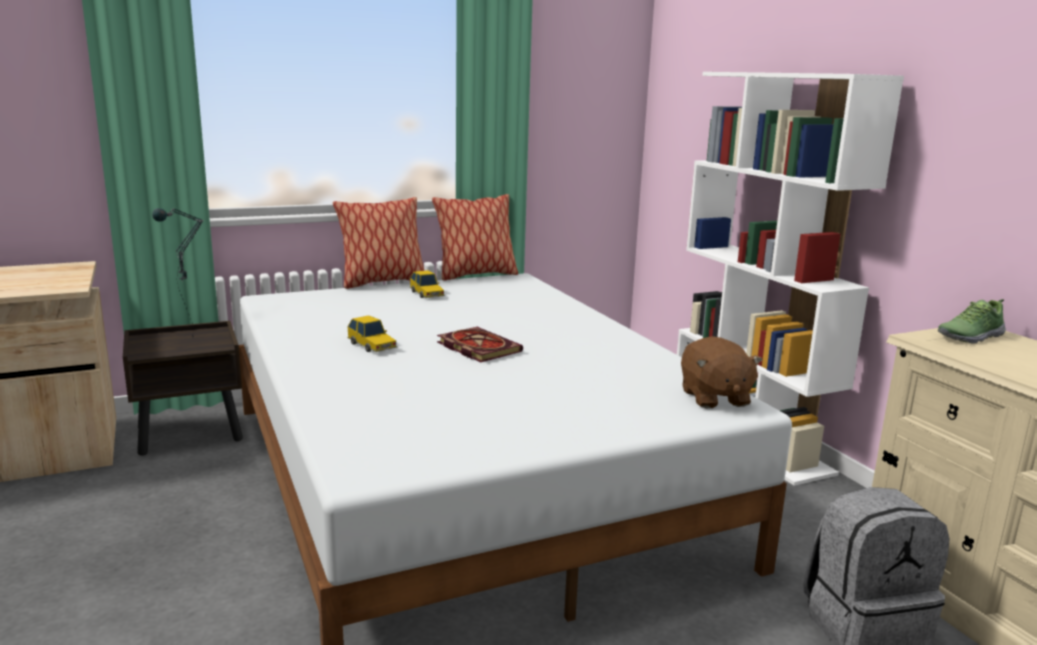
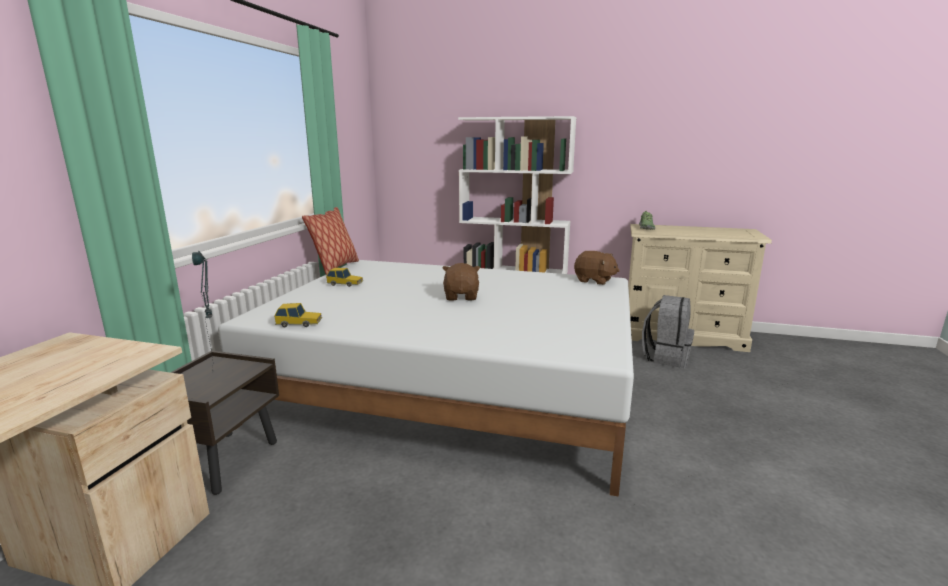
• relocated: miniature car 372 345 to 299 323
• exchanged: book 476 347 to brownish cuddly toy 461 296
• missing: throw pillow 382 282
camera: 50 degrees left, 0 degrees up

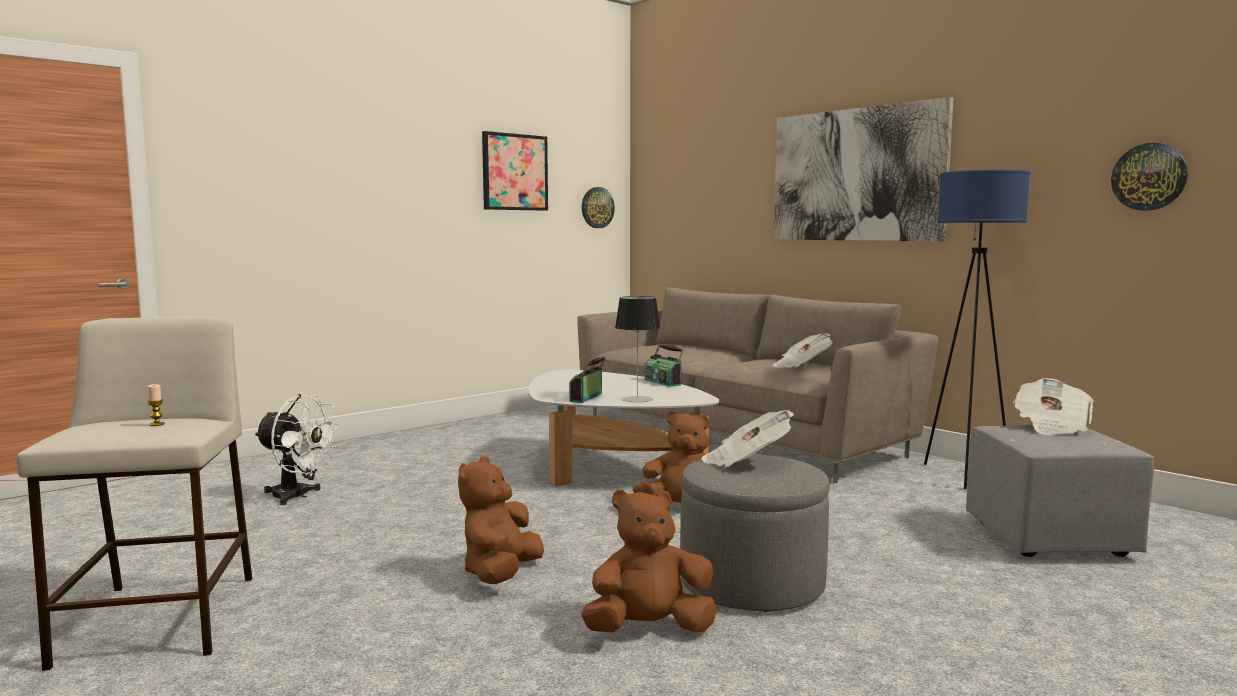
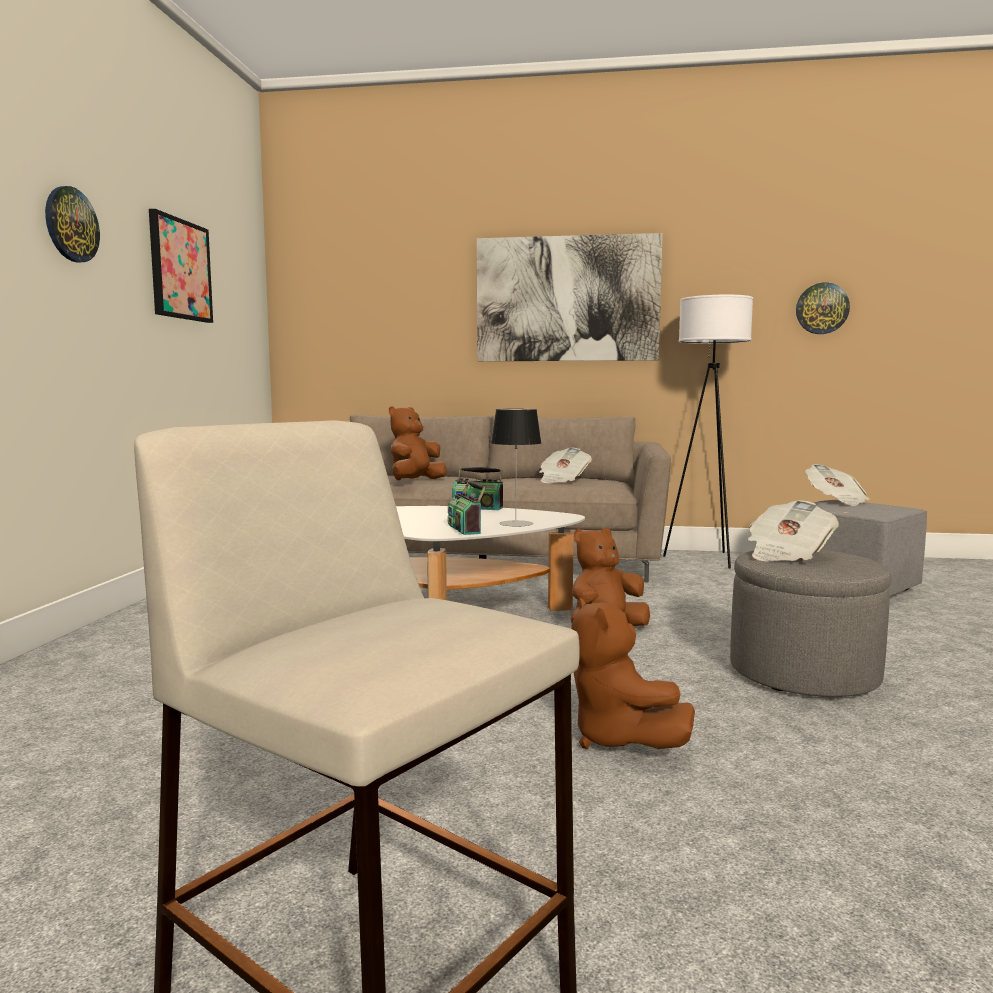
• relocated: wall clock 597 207 to 71 224
• relocated: brownish cuddly toy 649 629 to 415 481
• colour: blue-coloured standing lamp 965 475 to white standing lamp 705 559
• missing: wax light 157 424
• missing: white electric fan 297 496
camera: 40 degrees left, 0 degrees up

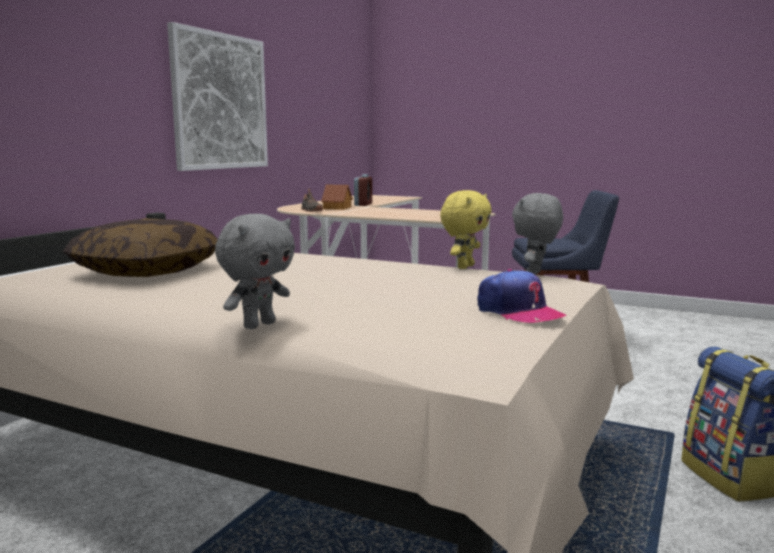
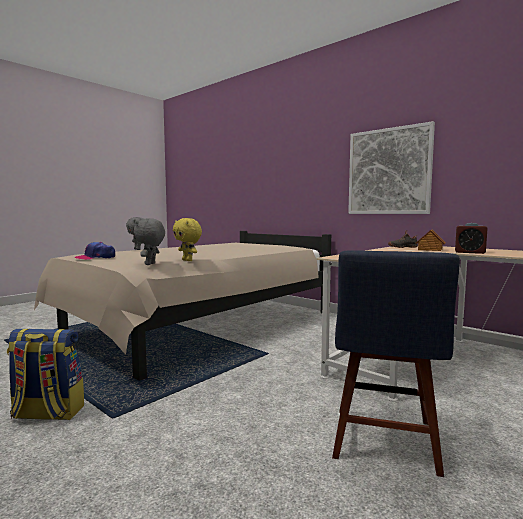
• spun: greyish cuddly toy 535 274 = 150 264 120 degrees counterclockwise
• missing: throw pillow 147 271
camera: 105 degrees right, 5 degrees down

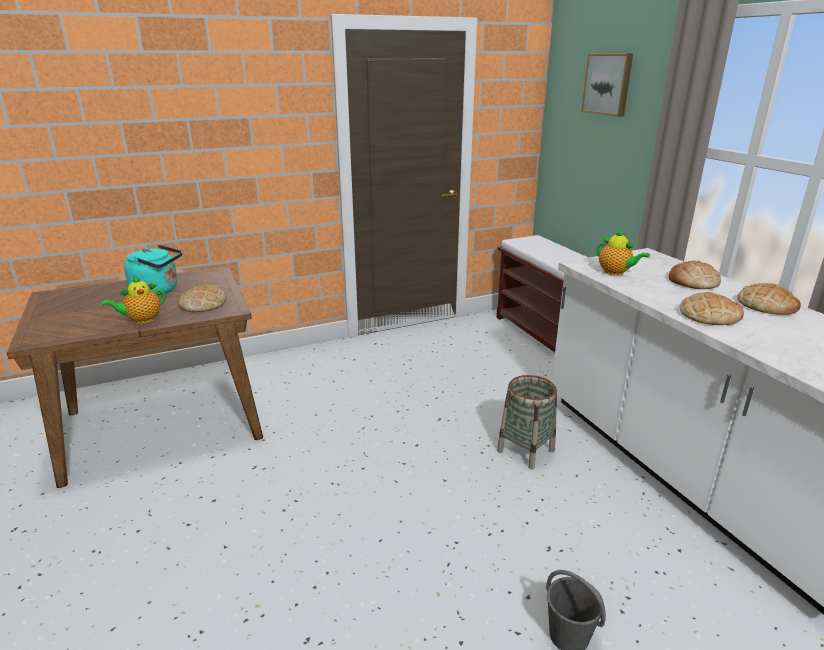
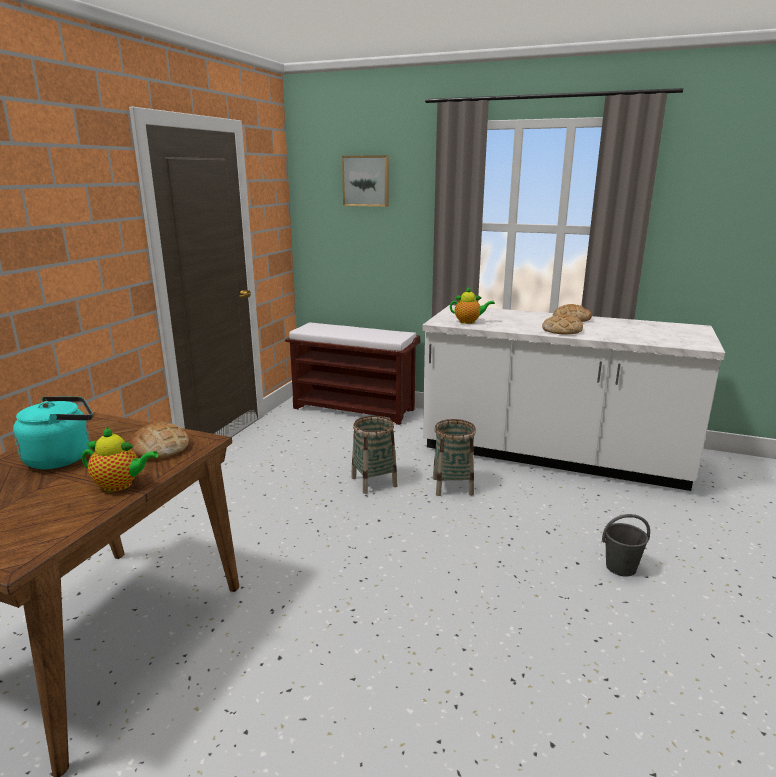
• spun: teapot 141 320 = 120 485 90 degrees counterclockwise
• appeared: household basket 374 482
• missing: bread 692 281
camera: 45 degrees left, 5 degrees down

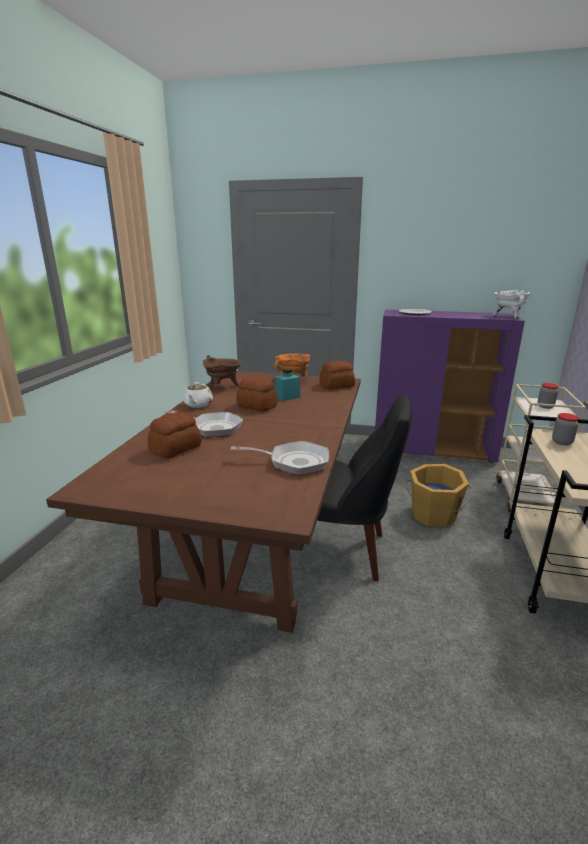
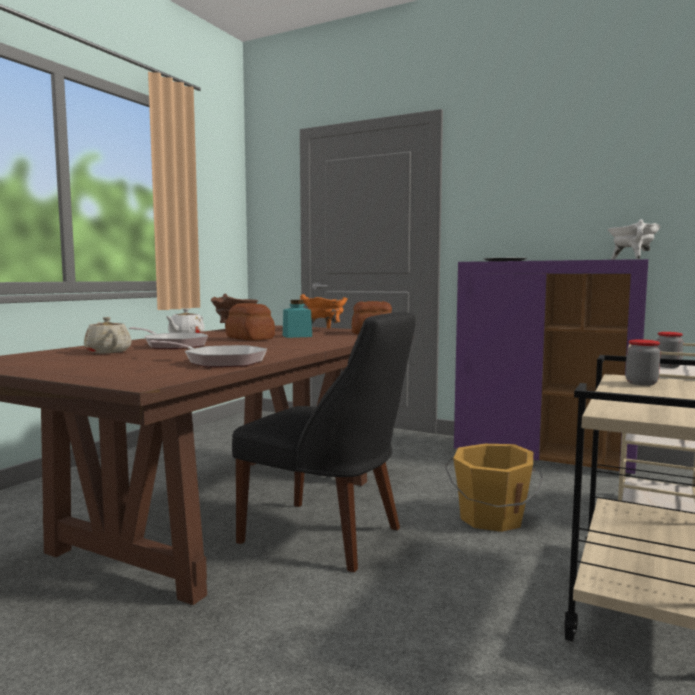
• exchanged: bread 176 449 to sand-coloured teapot 108 351
camera: 15 degrees right, 15 degrees down

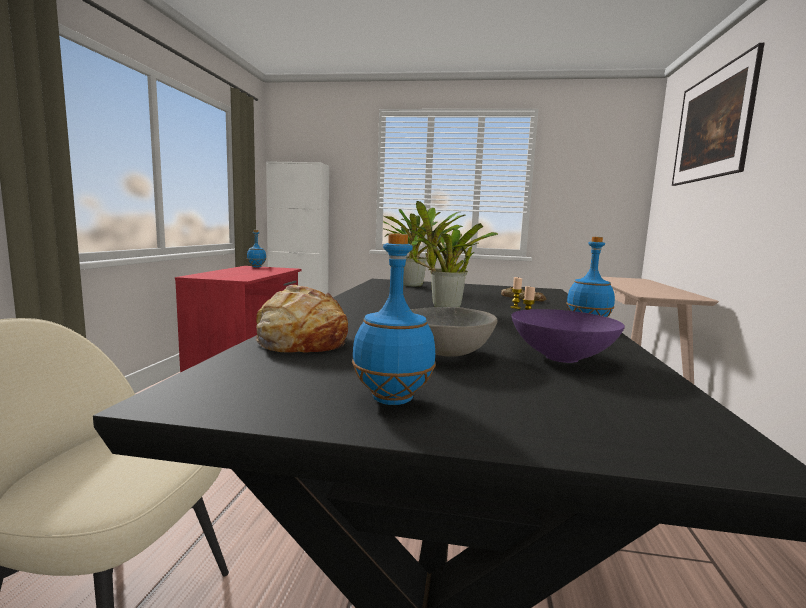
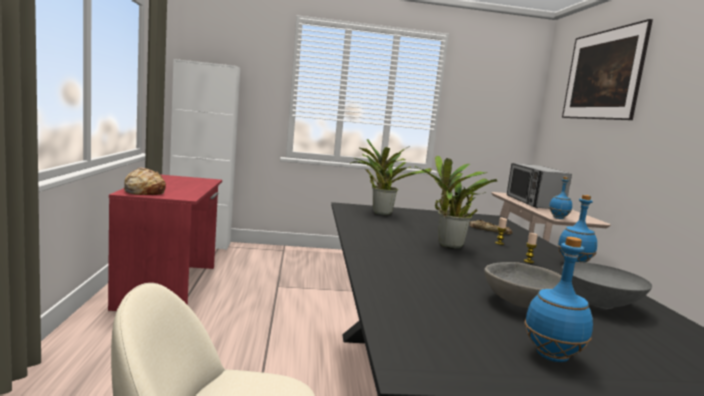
• relocated: bread 301 341 to 144 191
• appeared: microwave 533 203
• relocated: blue-coloured beverage bottle 256 267 to 558 218
• colour: purple-coloured deep dish 560 357 to greyish deep dish 598 303
camera: 15 degrees left, 0 degrees up

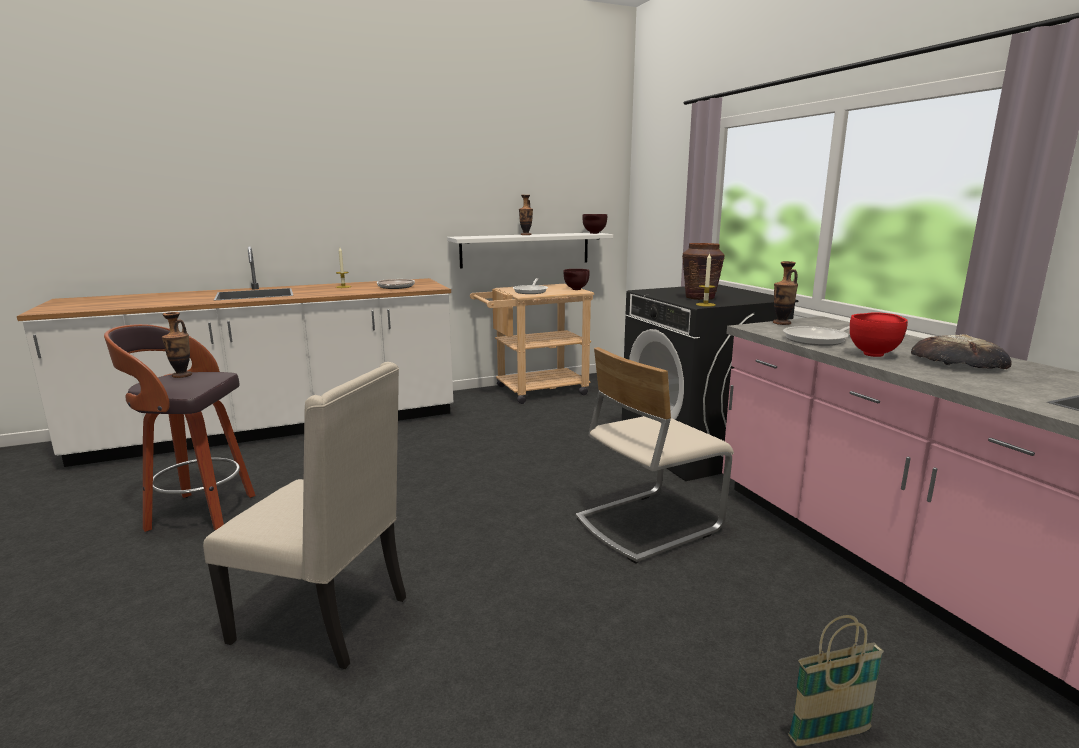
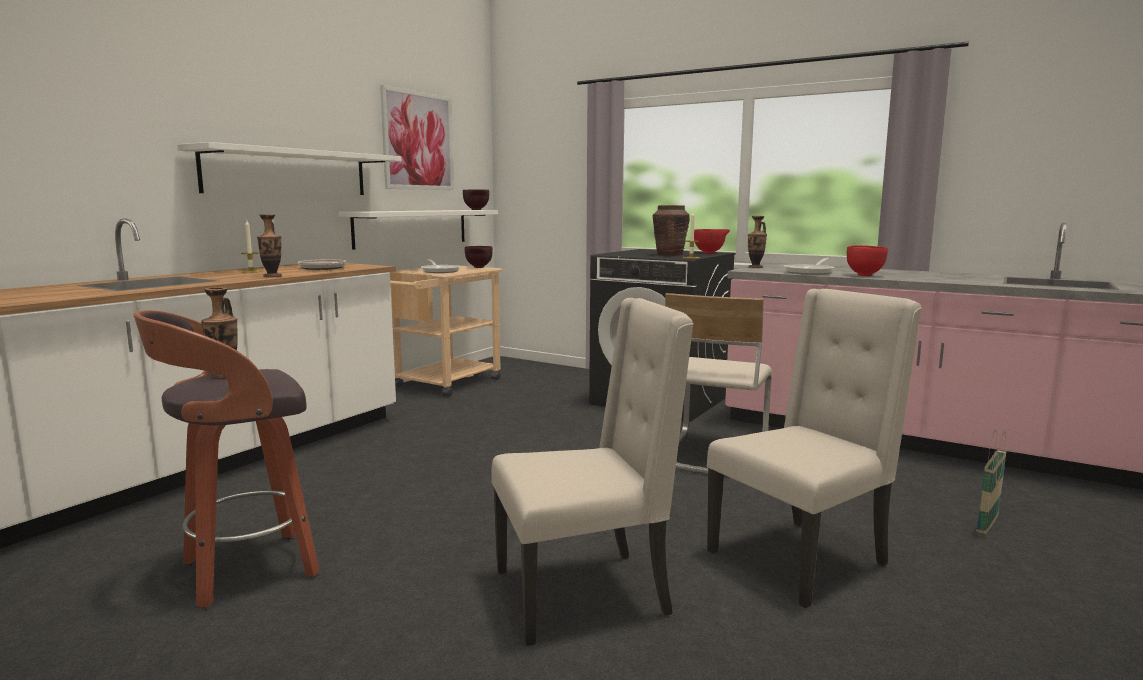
• appeared: white bracket shelf 288 173
• relocated: flower vase 526 235 to 272 276
• appeared: wall picture 418 141
• appeared: red-coloured deep dish 710 253
• appeared: sand-coloured chair 800 558
• missing: bread 958 362
camera: 35 degrees left, 5 degrees down

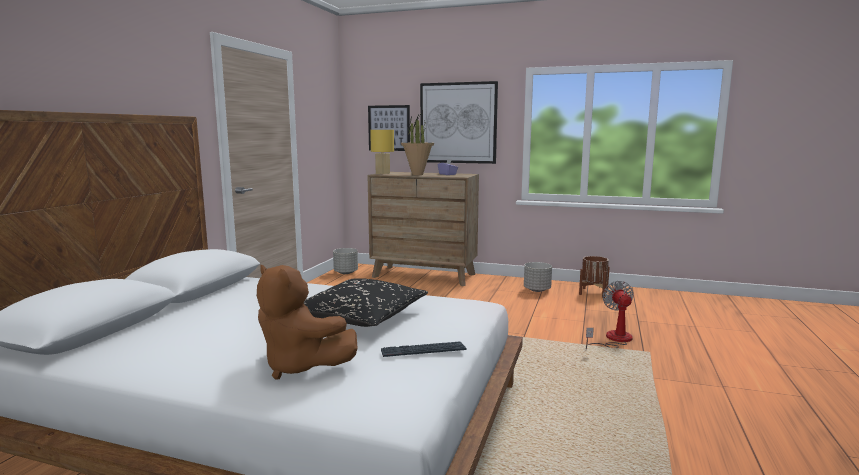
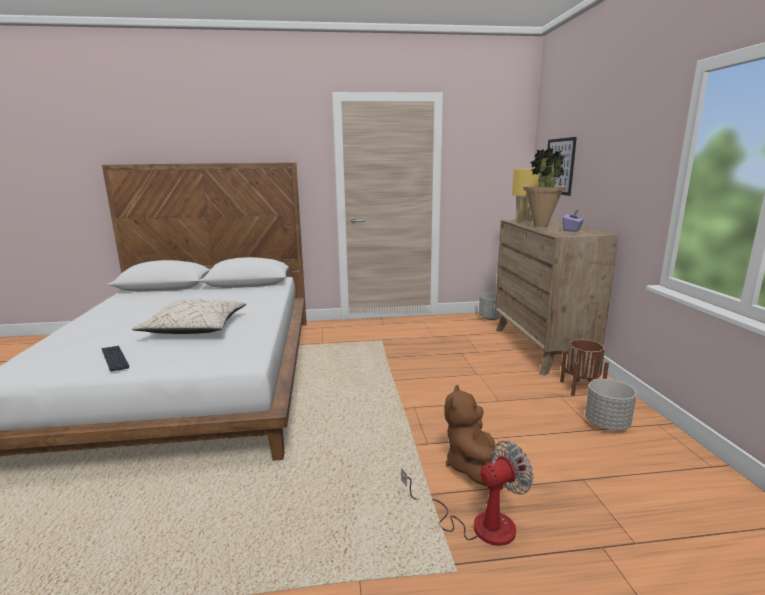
• colour: blackish throw pillow 361 317 to sand-coloured throw pillow 195 329
• relocated: brownish cuddly toy 300 366 to 472 467
• relocated: brownish flower pot 593 293 to 581 387
• missing: wall picture 458 123
camera: 65 degrees right, 5 degrees up

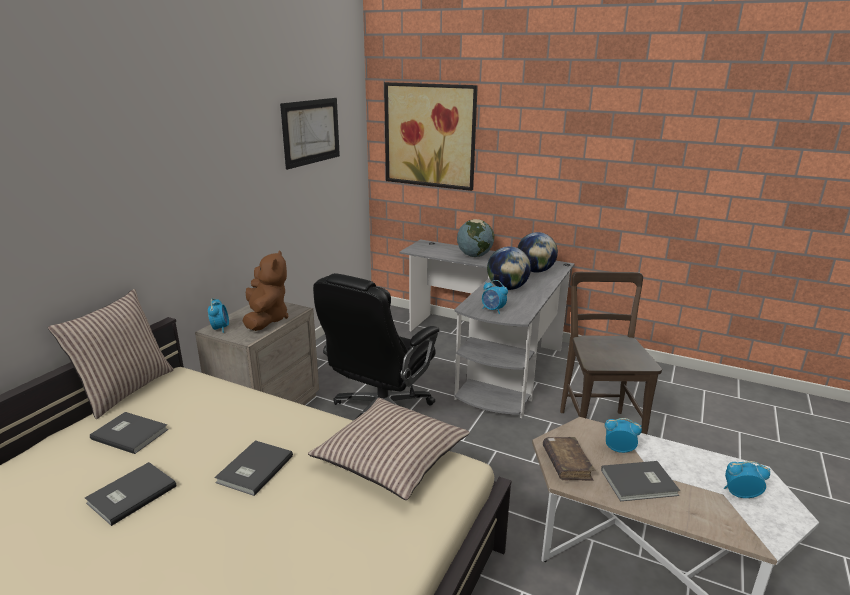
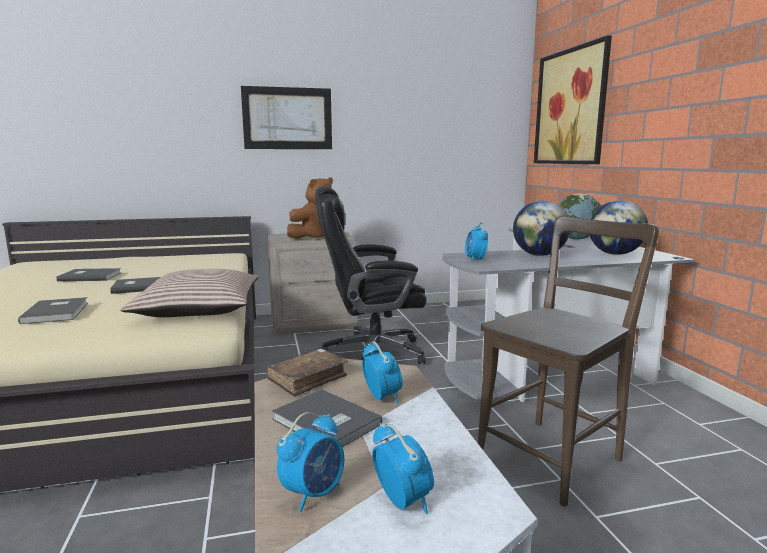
• relocated: greyish book 130 433 to 58 312
• relocated: wall picture 311 132 to 287 118
• relocated: alarm clock 220 328 to 313 493
• missing: throw pillow 125 389
camera: 50 degrees right, 10 degrees down

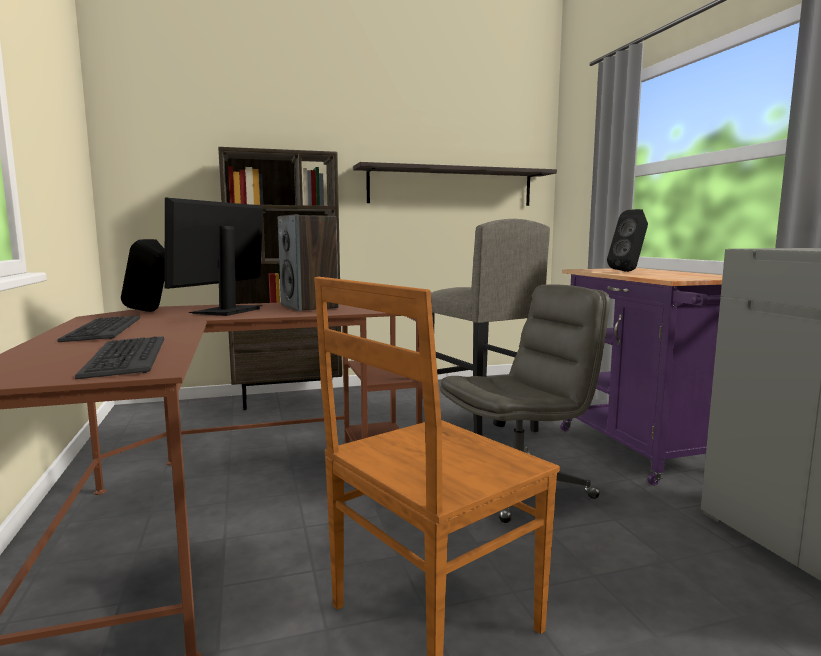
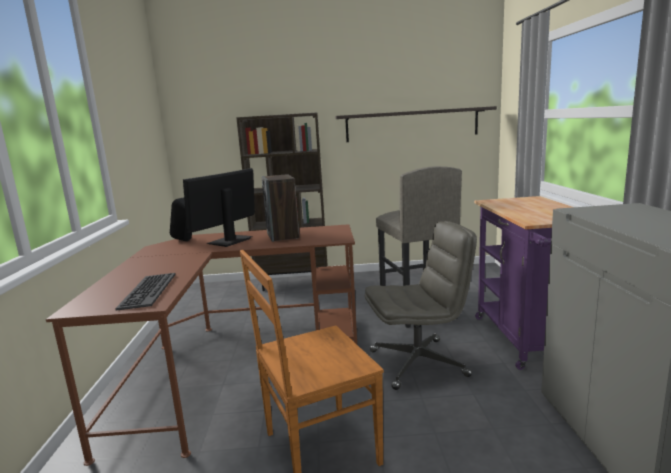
• missing: keyboard 102 329
• missing: blackish audio speaker 628 271
camera: 15 degrees right, 5 degrees up

